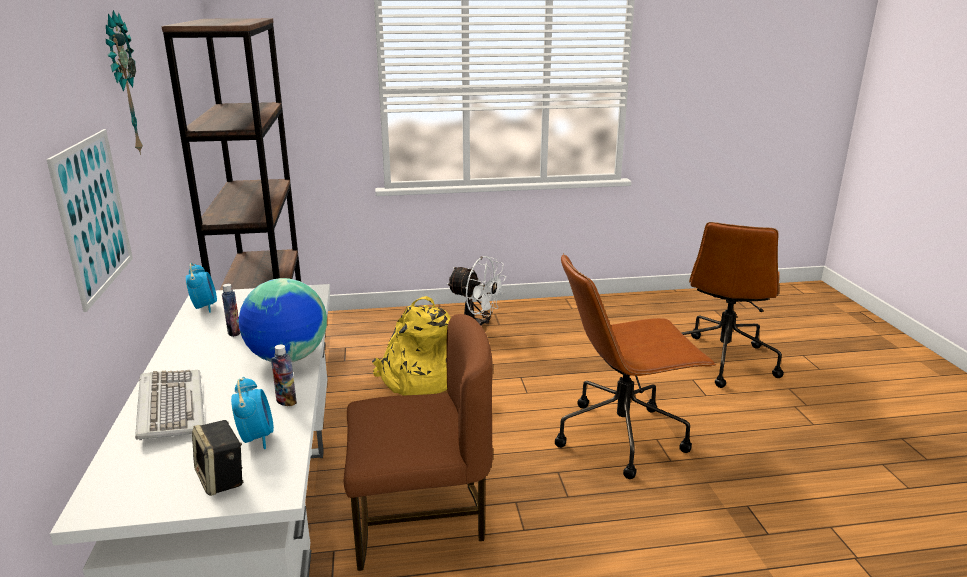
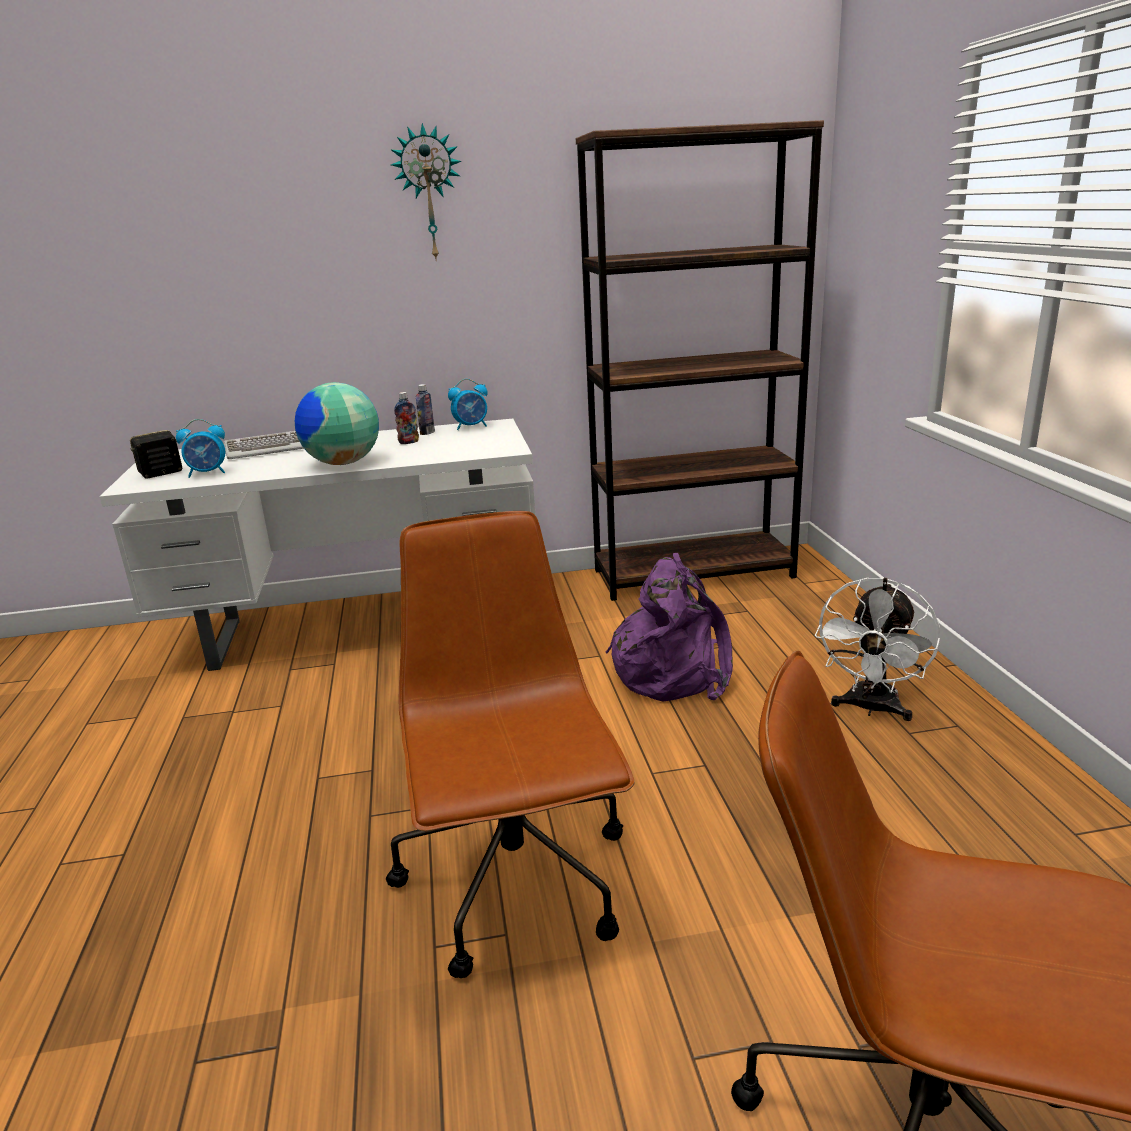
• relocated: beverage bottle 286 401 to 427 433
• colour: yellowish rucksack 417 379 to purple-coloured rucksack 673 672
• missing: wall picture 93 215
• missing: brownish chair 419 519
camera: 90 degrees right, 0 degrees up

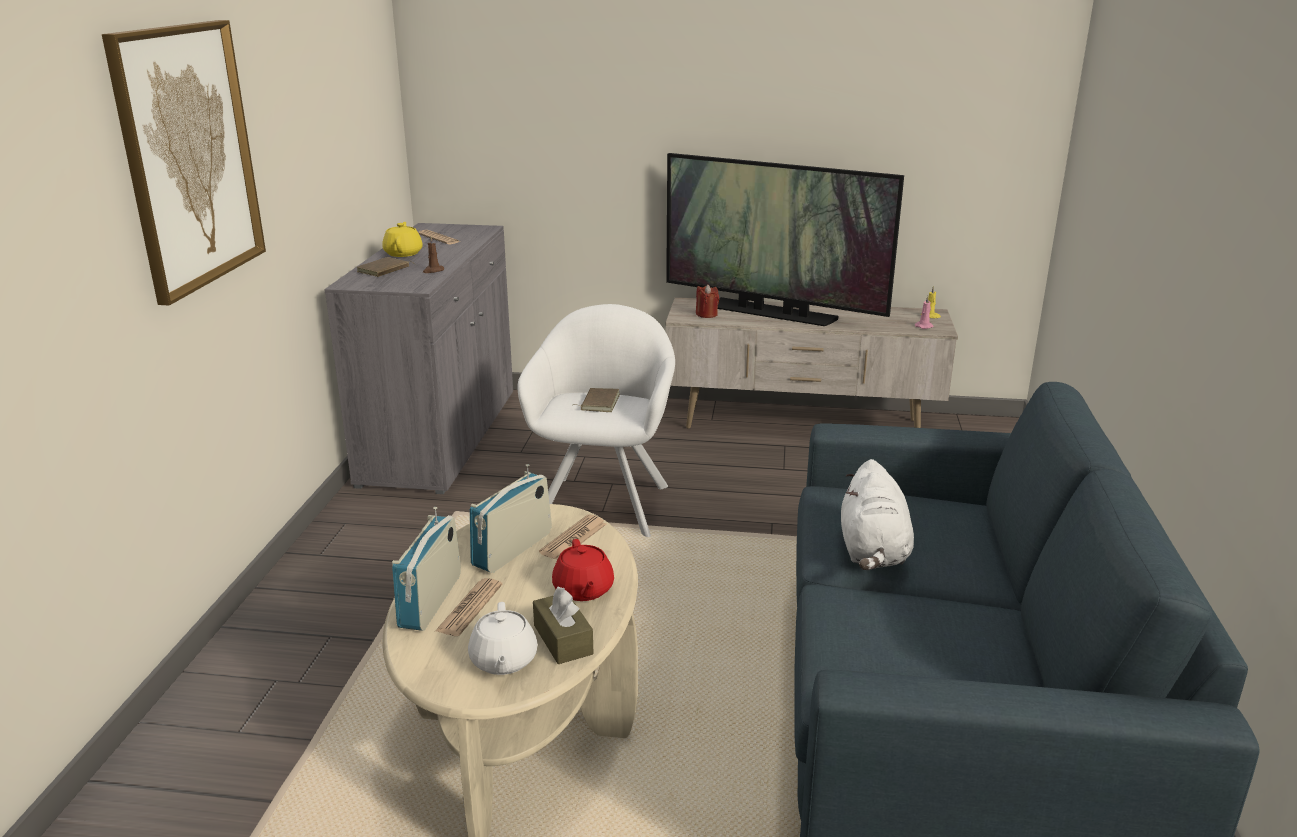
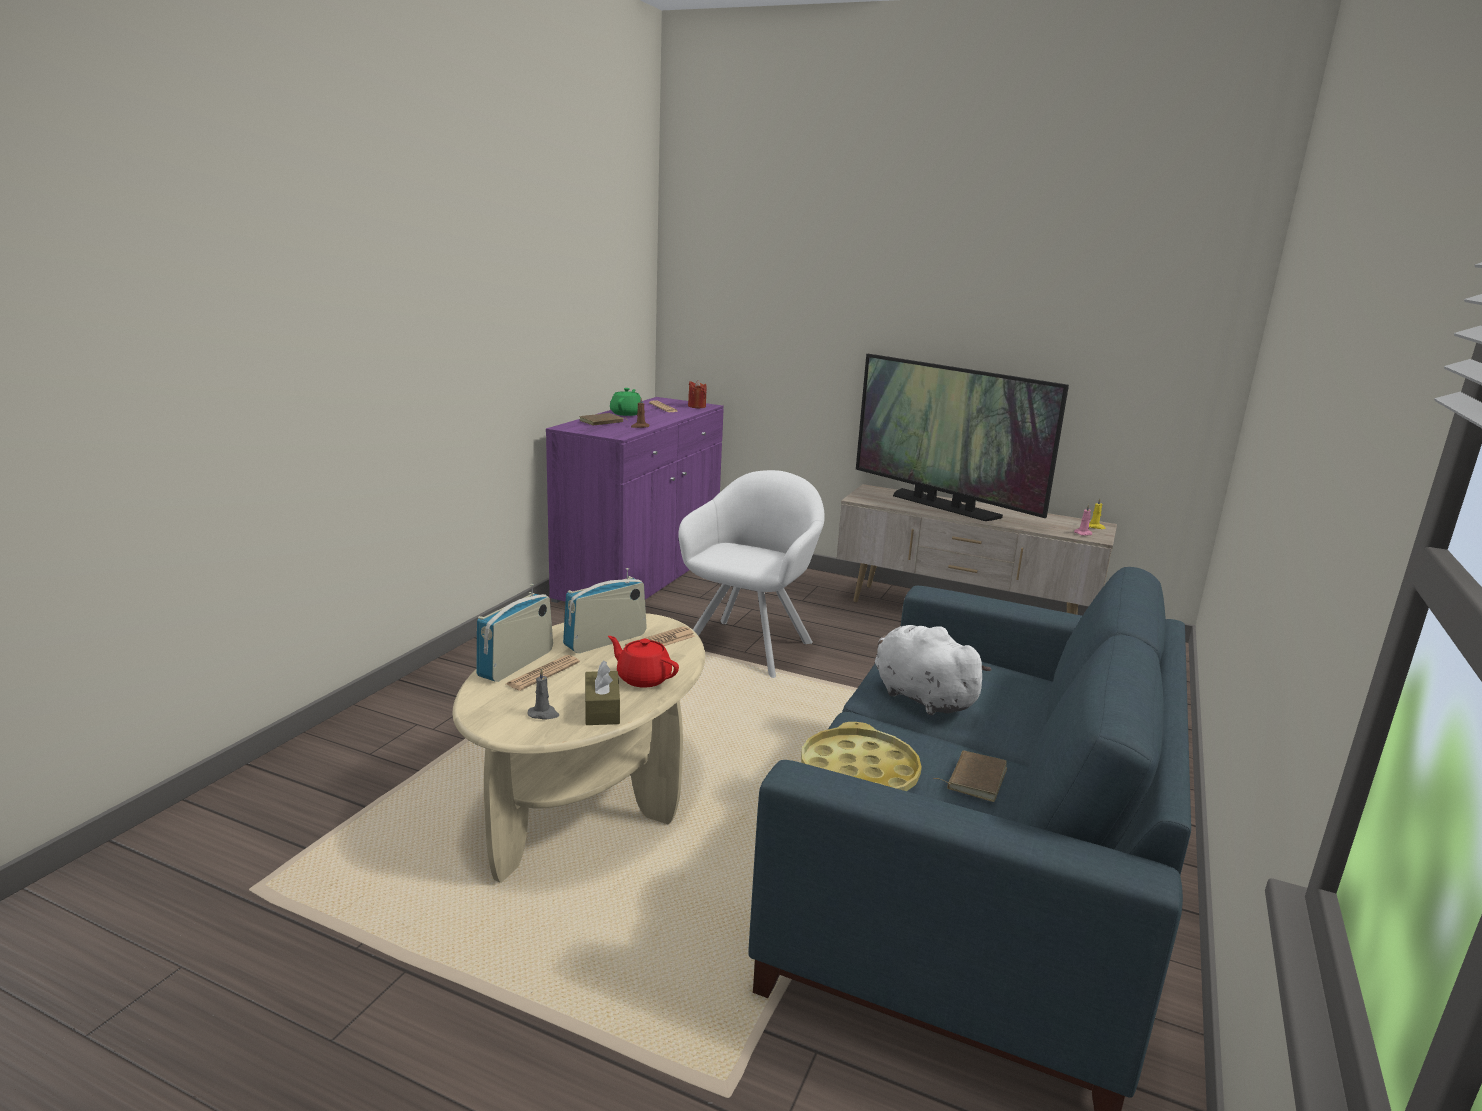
• exchanged: white teapot 503 661 to greyish wax light 544 714
• colour: greyish cabinet 440 437 to purple-coloured cabinet 640 576
• spun: red-coloured teapot 583 590 = 643 678 120 degrees clockwise
• colour: yellowish teapot 403 253 to green teapot 627 413
• relocated: red-coloured wax light 706 314 to 696 406
• appeared: yellowish tray 859 773
• spun: white cuddly toy 873 552 = 920 697 120 degrees clockwise
• relocated: brownish book 598 402 to 974 778
• missing: wall picture 189 157
camera: 15 degrees right, 5 degrees down

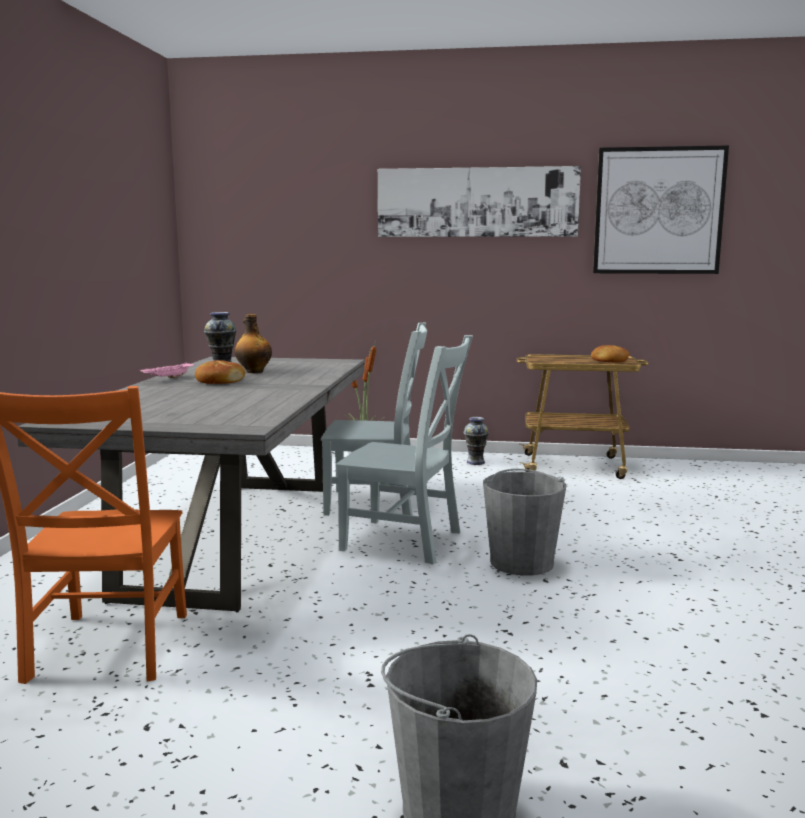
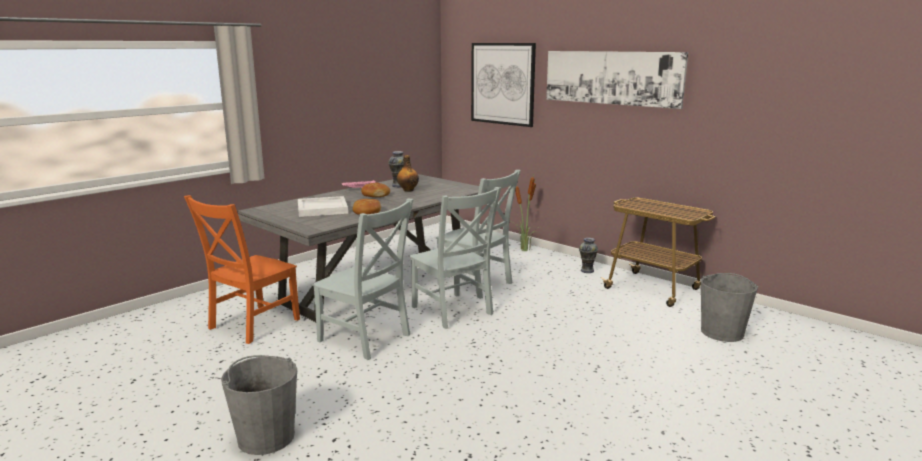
• appeared: white tray 323 209
• appeared: greyish chair 366 339
• relocated: bread 609 361 to 367 212
• relocated: wall picture 658 211 to 502 84
• relocated: greyish water bucket 521 562 to 722 332
camera: 35 degrees right, 5 degrees up

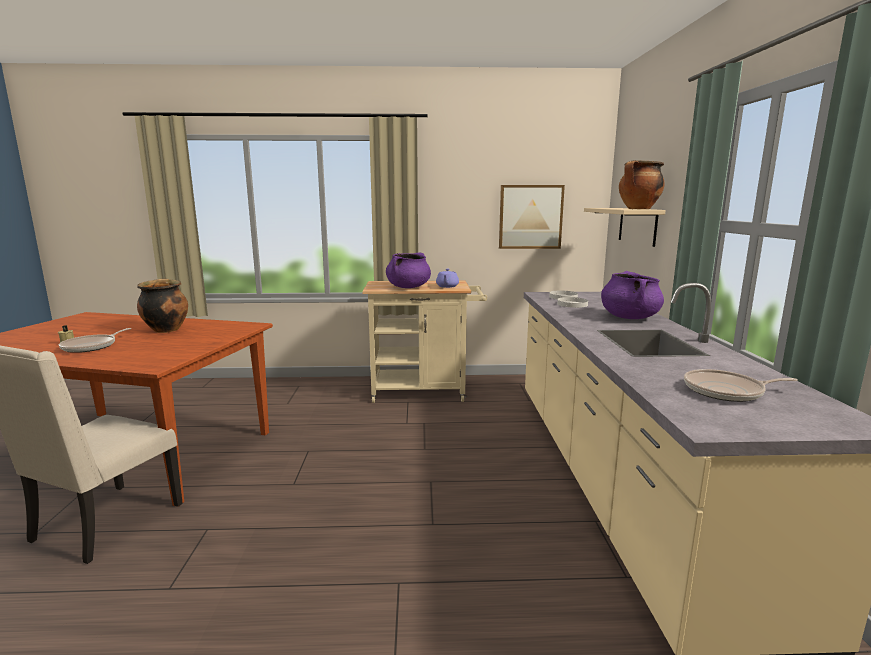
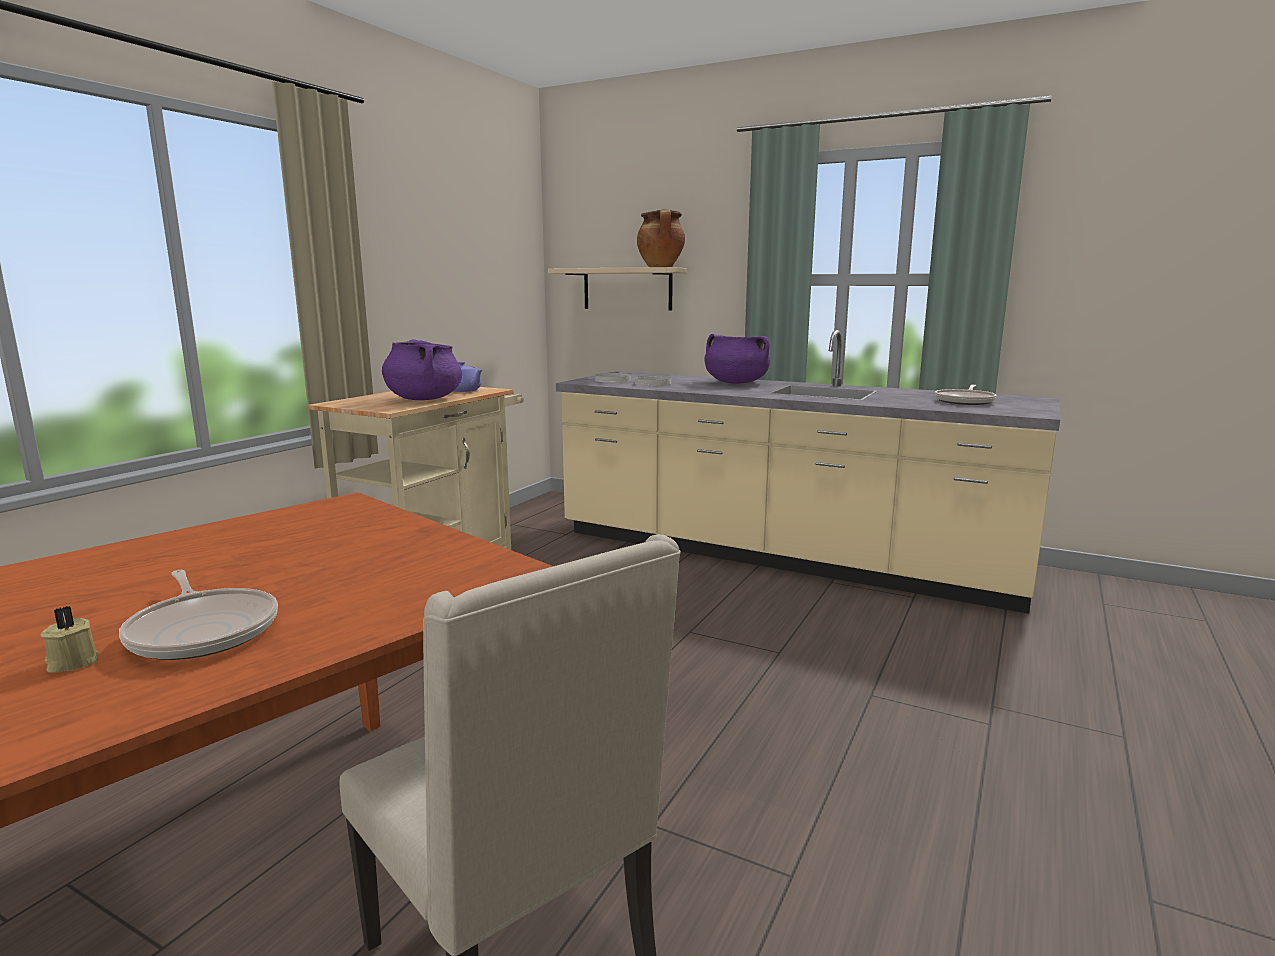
• missing: cooking pot 166 329
• missing: wall picture 530 217
camera: 60 degrees left, 0 degrees up

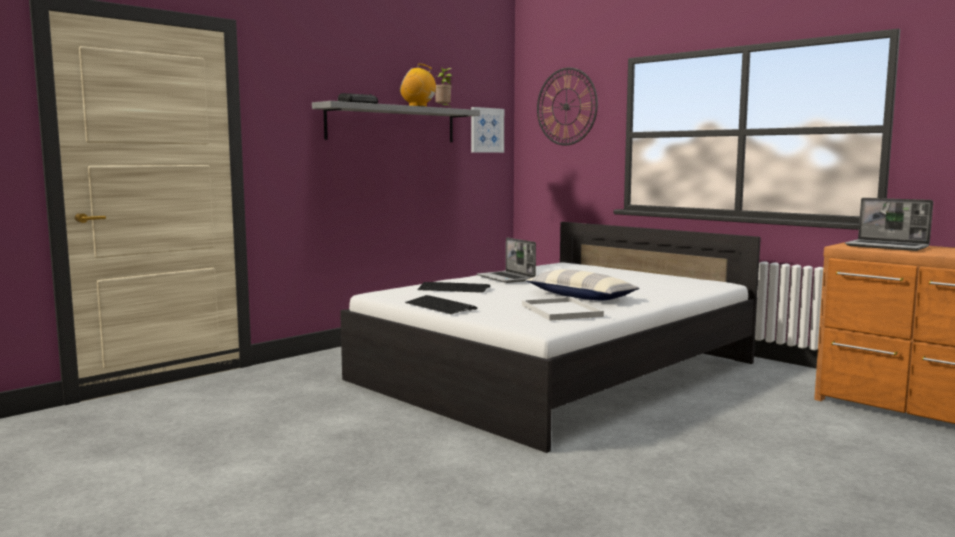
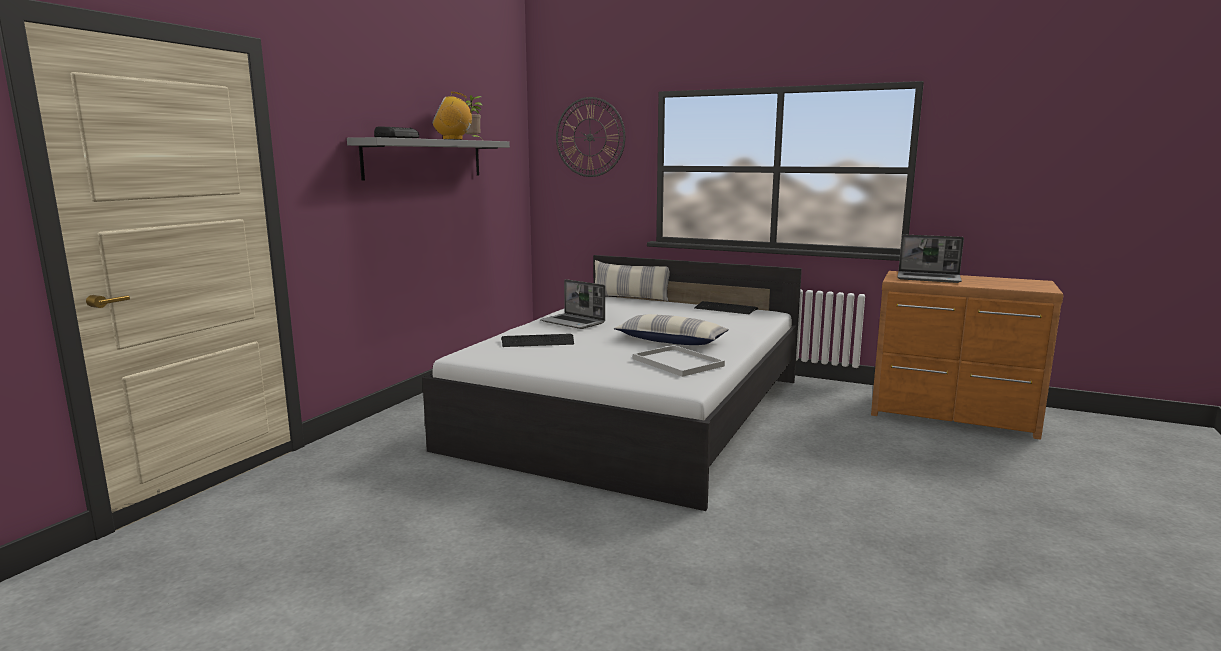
• appeared: throw pillow 630 298
• relocated: keyboard 440 306 to 725 309
• missing: wall picture 486 130
camera: 20 degrees left, 5 degrees up

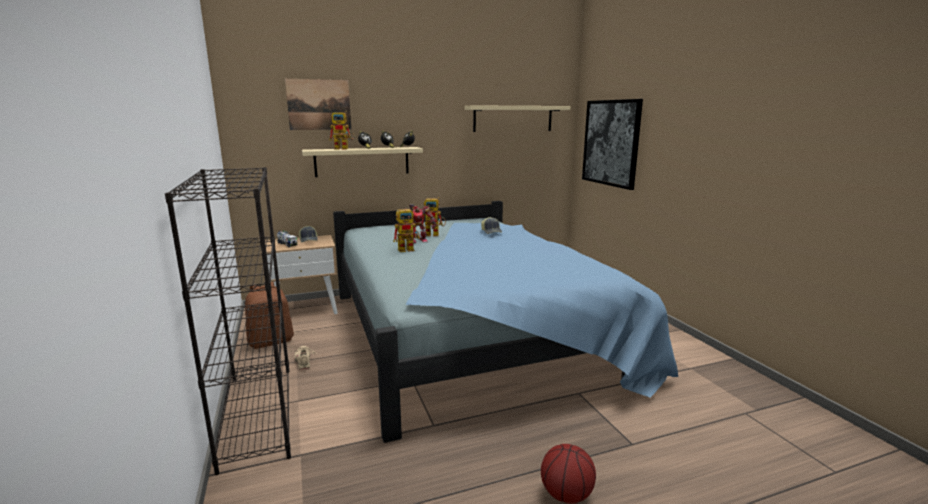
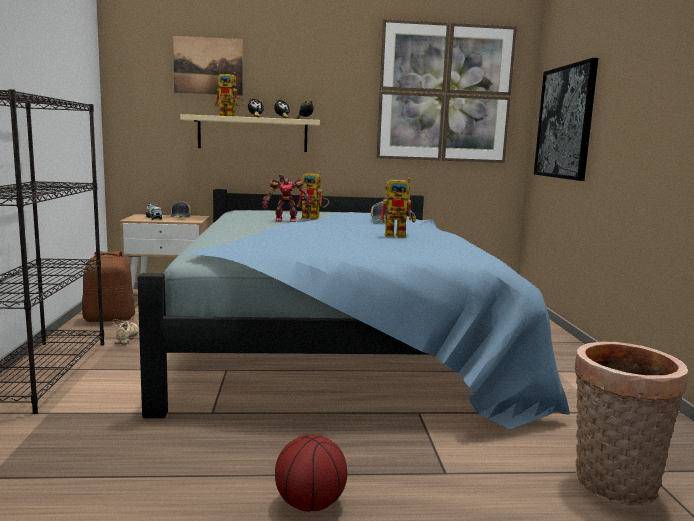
• exchanged: sand-coloured bracket shelf 513 118 to wall picture 445 93
• relocated: model robot 409 249 to 399 236
• appeared: household basket 613 486
camera: 15 degrees right, 5 degrees down

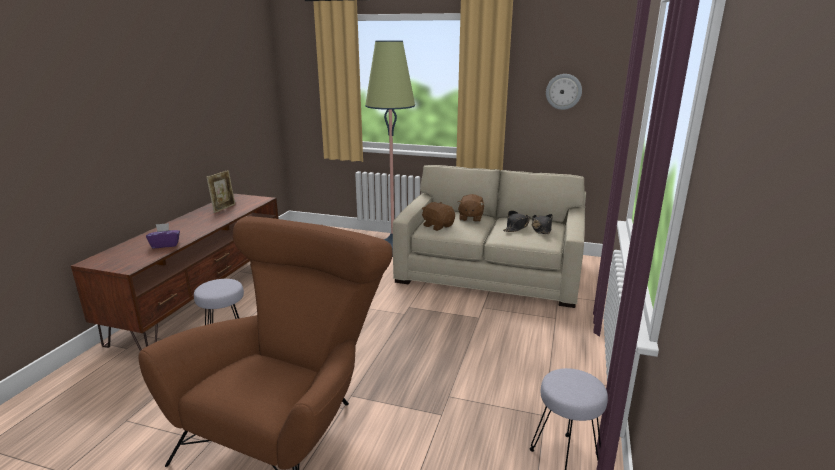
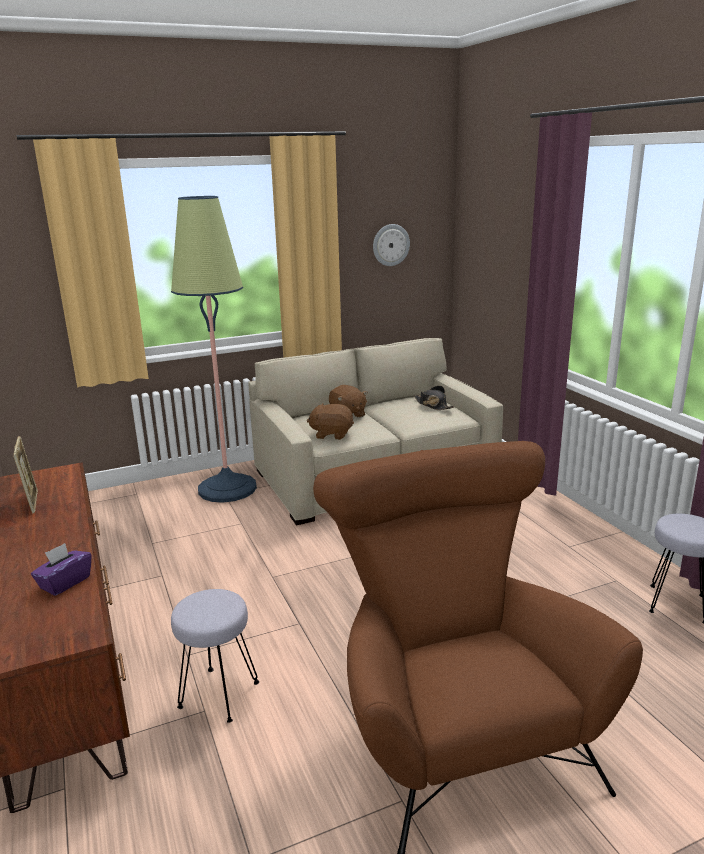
• missing: blackish wearable hat 516 227
camera: 40 degrees left, 0 degrees up

